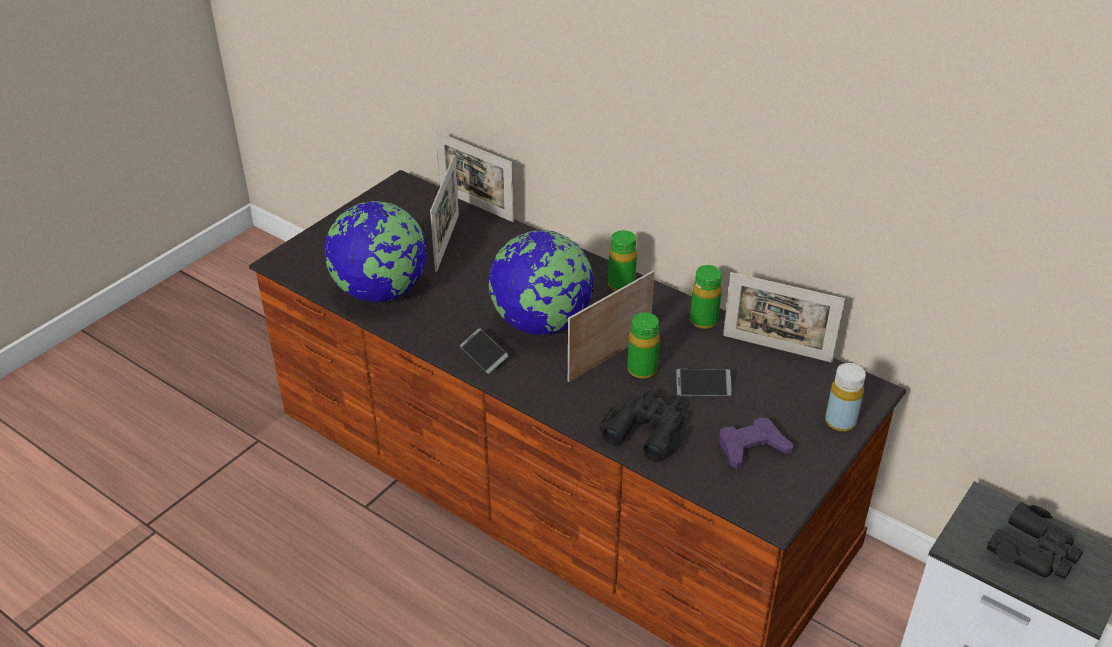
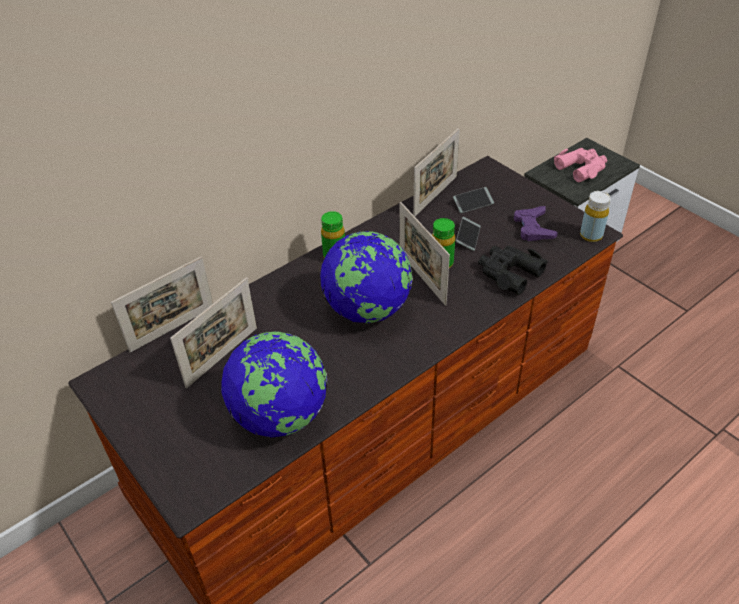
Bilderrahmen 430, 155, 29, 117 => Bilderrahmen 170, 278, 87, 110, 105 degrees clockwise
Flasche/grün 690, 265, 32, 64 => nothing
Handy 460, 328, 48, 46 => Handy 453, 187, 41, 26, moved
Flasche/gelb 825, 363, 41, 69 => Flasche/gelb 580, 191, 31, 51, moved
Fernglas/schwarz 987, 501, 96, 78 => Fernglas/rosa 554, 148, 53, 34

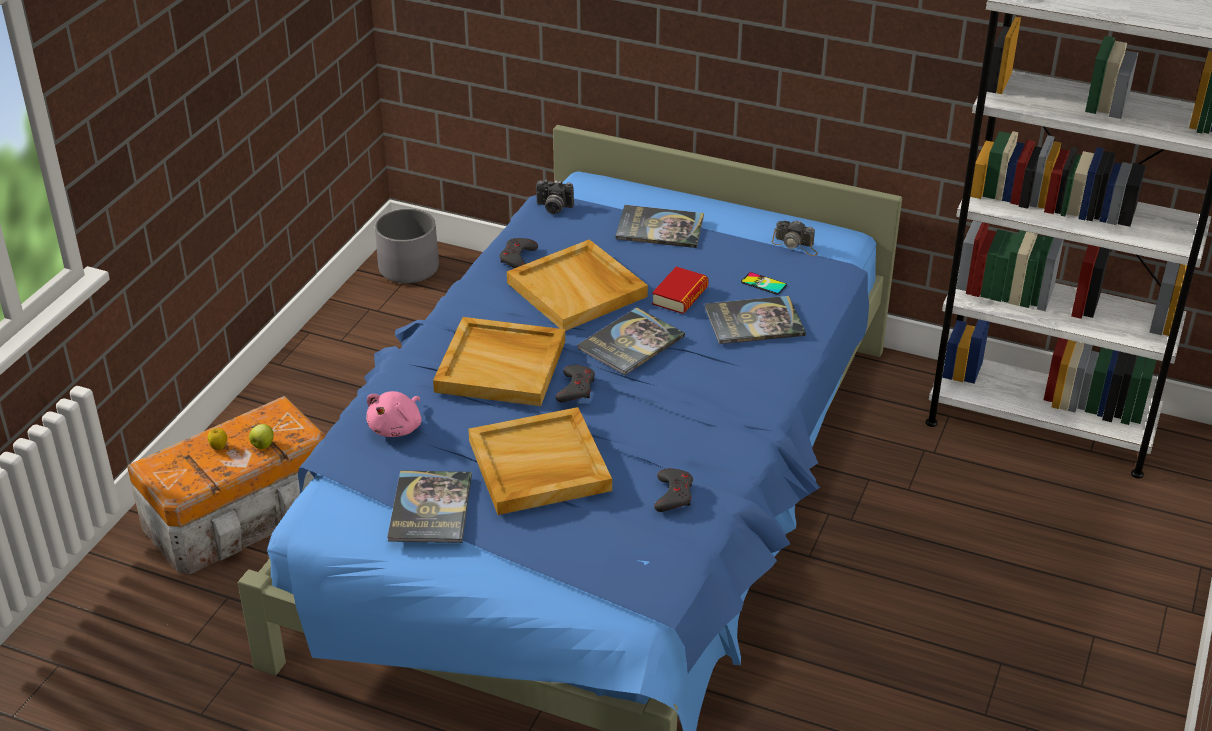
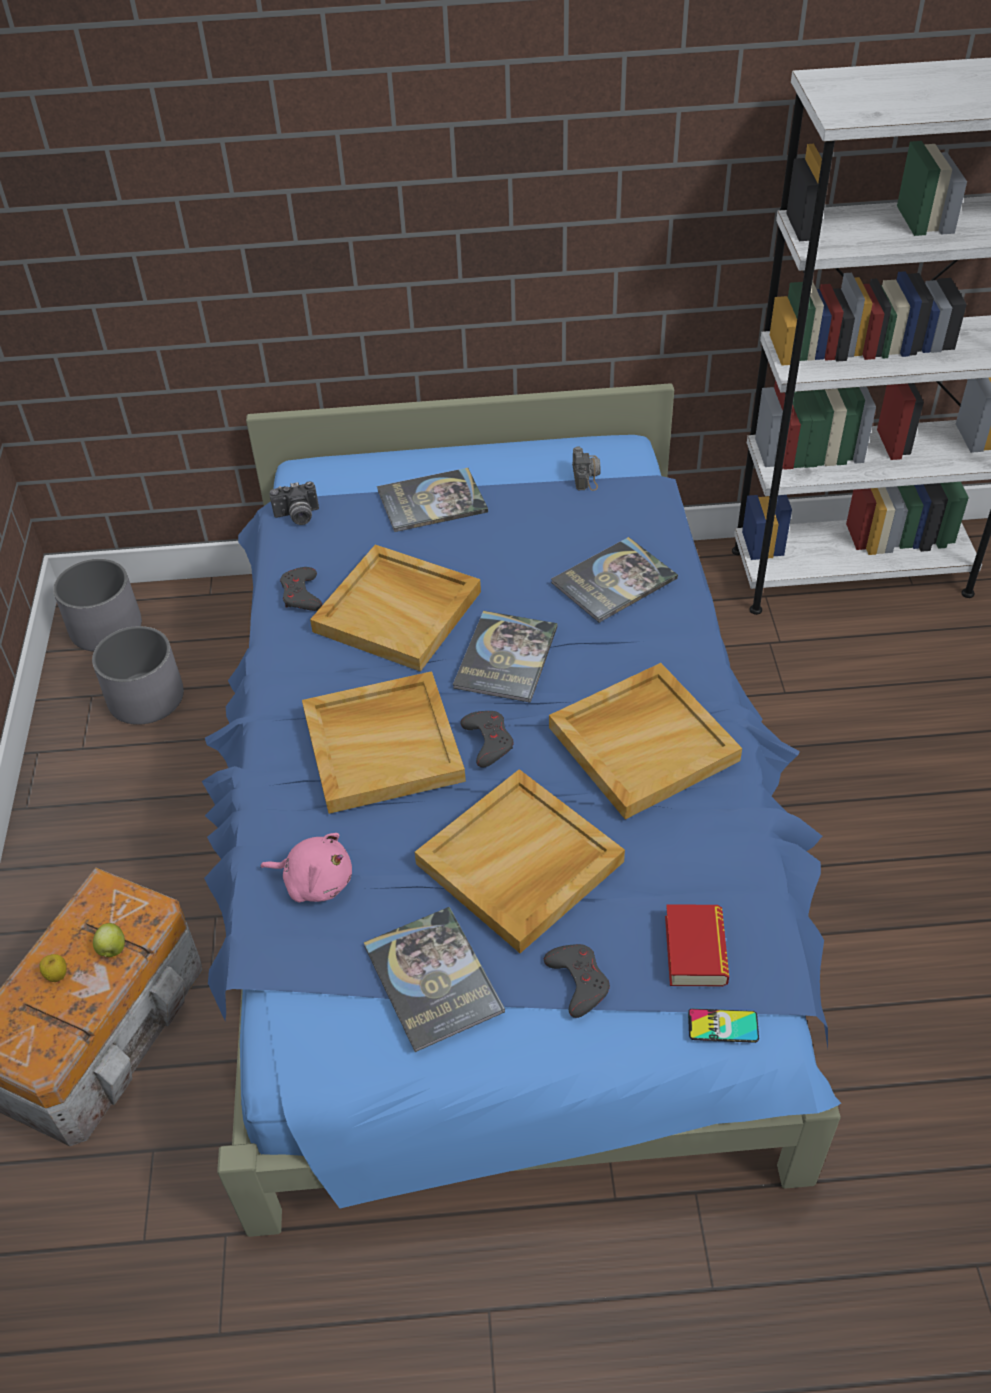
Kamera 771, 221, 47, 35 => Kamera 572, 446, 29, 45, 90 degrees counterclockwise
Buch 652, 267, 57, 47 => Buch 665, 904, 64, 82, moved
Handy 741, 272, 46, 23 => Handy 688, 1009, 71, 34, moved
Plüschtier/rosa 366, 391, 56, 46 => Plüschtier/rosa 261, 833, 91, 70, 75 degrees counterclockwise
Gamepad/grau 654, 468, 39, 44 => Gamepad/grau 544, 944, 66, 74, moved
nothing => Pflanzkübel/grau 92, 626, 92, 99
nothing => Tablett/beige 549, 663, 193, 156

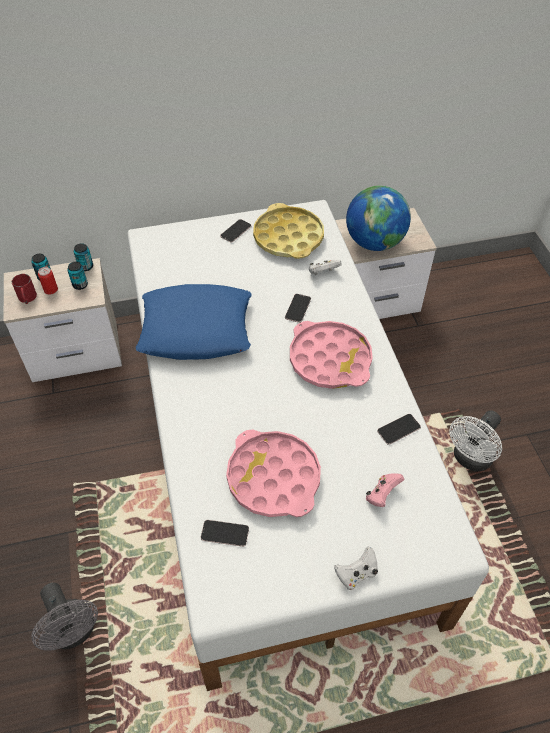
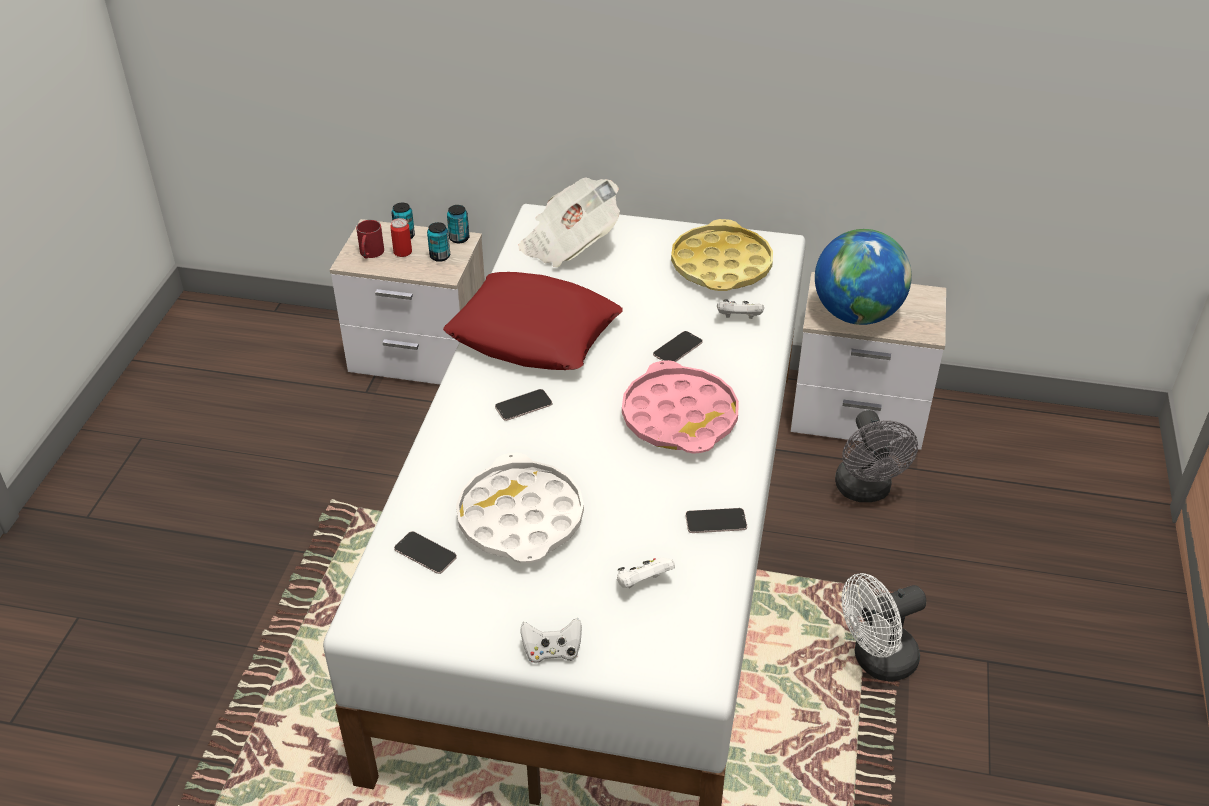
Handy 220, 219, 31, 24 => Handy 495, 389, 57, 32, moved
Kissen/blau 136, 284, 116, 76 => Kissen/rot 443, 272, 180, 98
Tablett/rosa 226, 430, 95, 87 => Tablett/weiß 456, 453, 128, 110
Gamepad/rosa 366, 473, 38, 34 => Gamepad/weiß 617, 558, 58, 30
Ventilator/grau 32, 583, 66, 68 => Ventilator/grau 835, 410, 83, 92, moved
nothing => Zeitung 519, 177, 101, 90

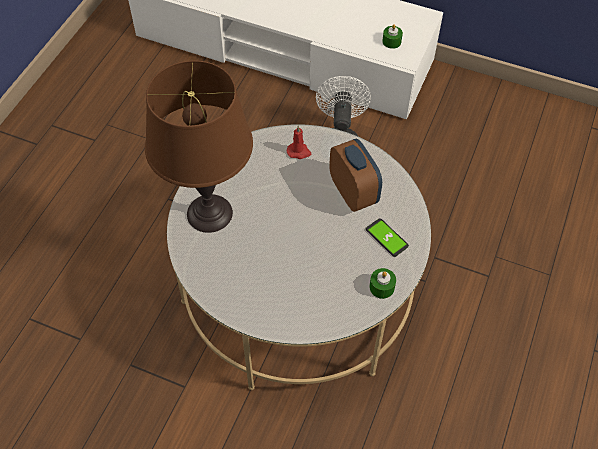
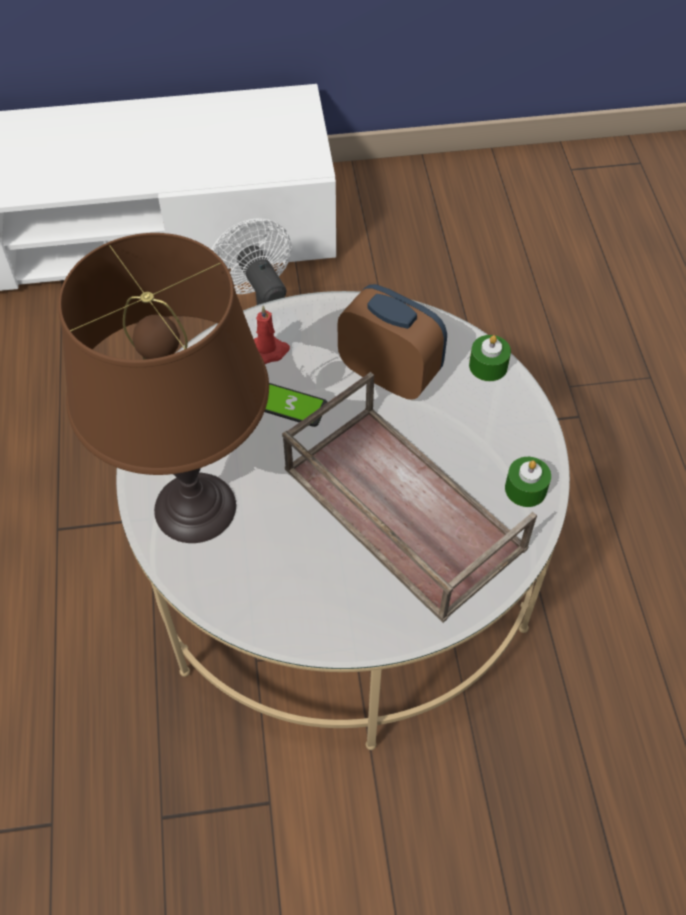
Kerze/grün 382, 24, 21, 25 => Kerze/grün 469, 335, 42, 46, moved
Handy 366, 219, 43, 38 => Handy 264, 383, 64, 44, moved
nothing => Tablett/braun 282, 372, 255, 251

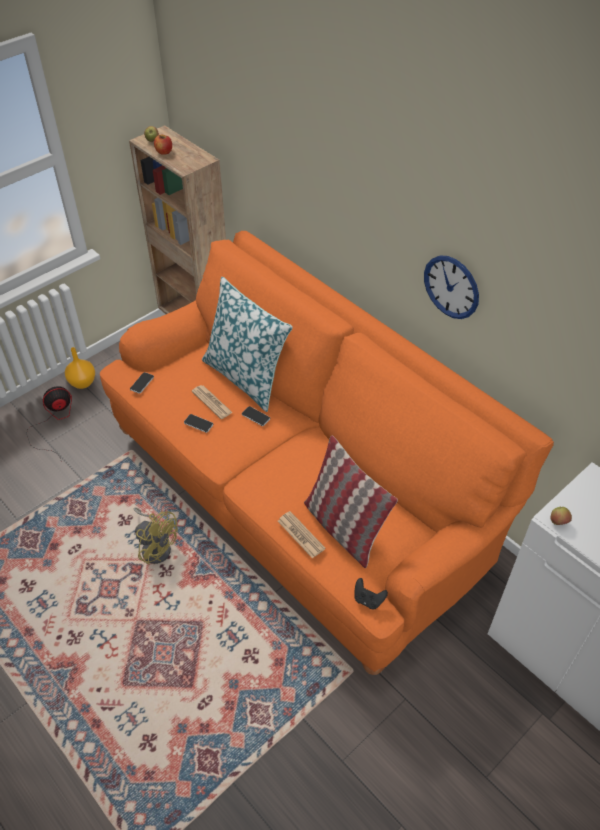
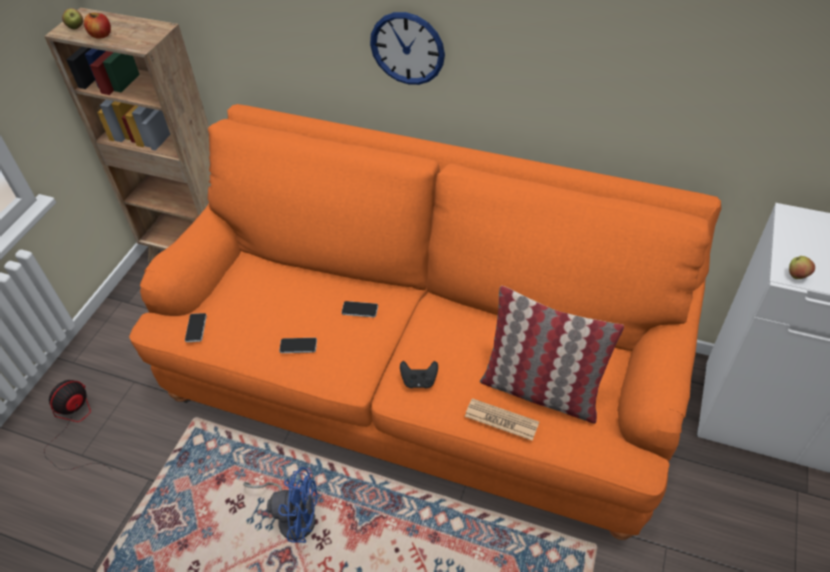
Wanduhr 424, 256, 55, 63 => Wanduhr 370, 12, 75, 73, moved
Kissen 202, 277, 91, 135 => nothing
Vase/orange 65, 347, 30, 42 => nothing
Zeitung 192, 385, 41, 34 => nothing
Ventilator/gelb 134, 507, 44, 57 => Ventilator/blau 243, 467, 75, 76
Gamepad/schwarz 354, 578, 34, 32 => Gamepad/schwarz 400, 361, 38, 27, moved

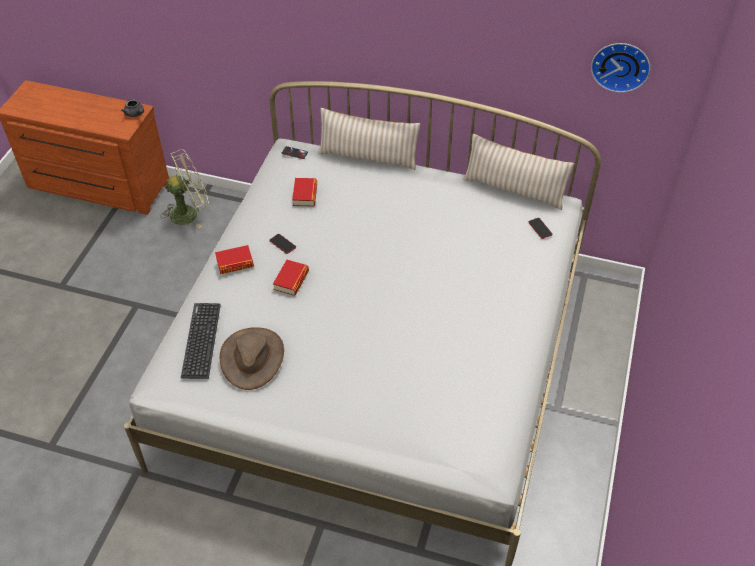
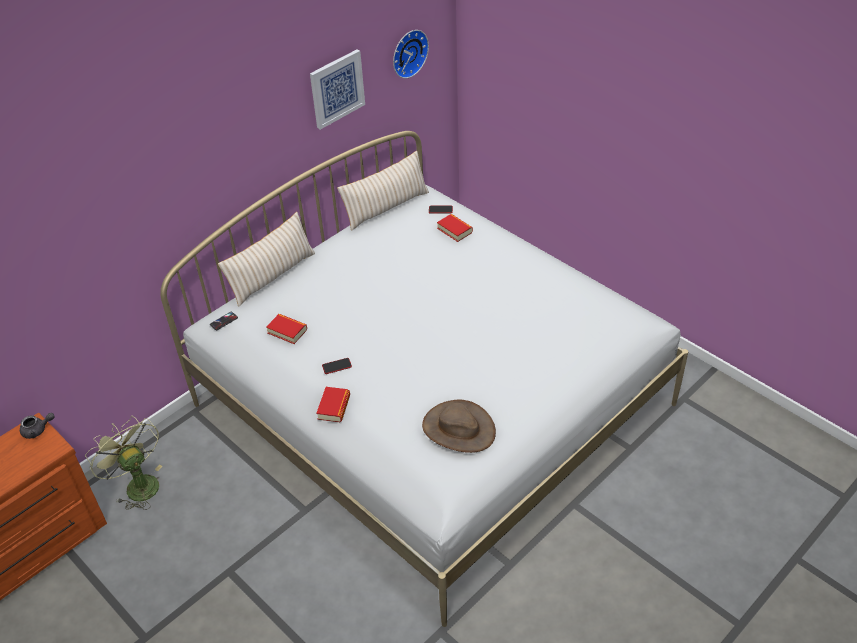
Ventilator/grün 160, 149, 49, 79 => Ventilator/grün 85, 416, 77, 94, 45 degrees counterclockwise
Buch 273, 260, 36, 36 => Buch 437, 214, 36, 28, moved
Tastatur 181, 303, 40, 76 => nothing
nothing => Bild 310, 49, 55, 81

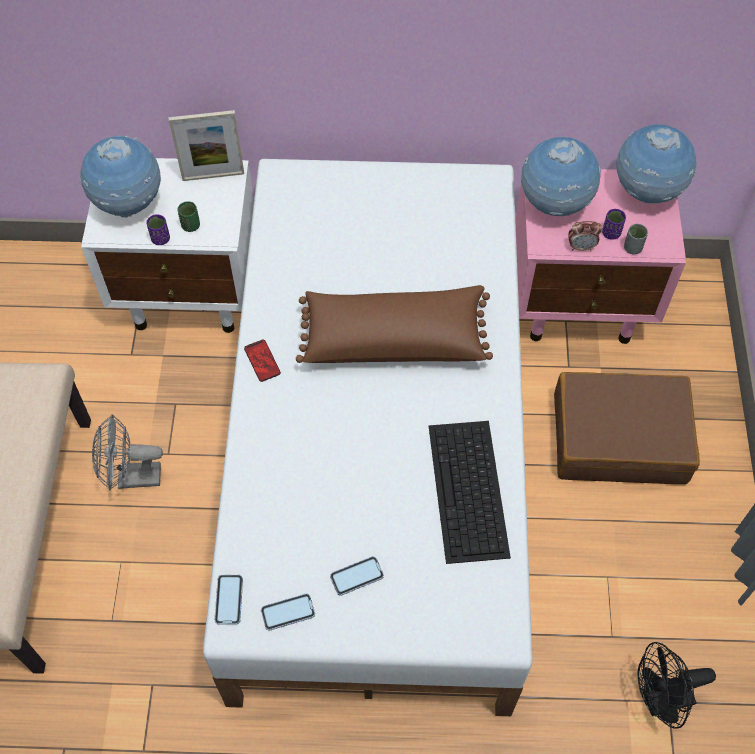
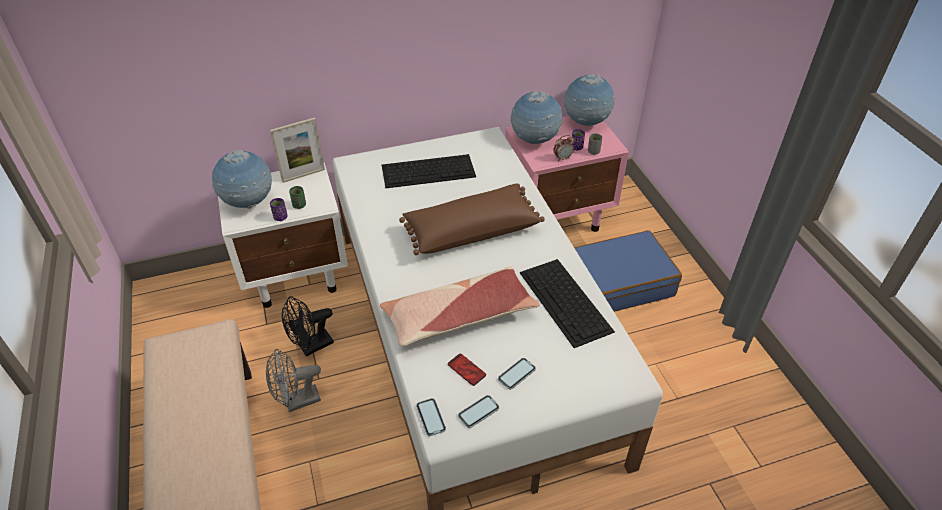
Handy 244, 340, 37, 42 => Handy 448, 354, 38, 32, moved
Koffer/braun 554, 372, 146, 112 => Koffer/blau 574, 230, 108, 82
Ventilator/schwarz 637, 642, 79, 87 => Ventilator/schwarz 282, 296, 52, 61, moved
nothing => Tastatur 382, 154, 94, 34
nothing => Kissen 380, 266, 160, 80

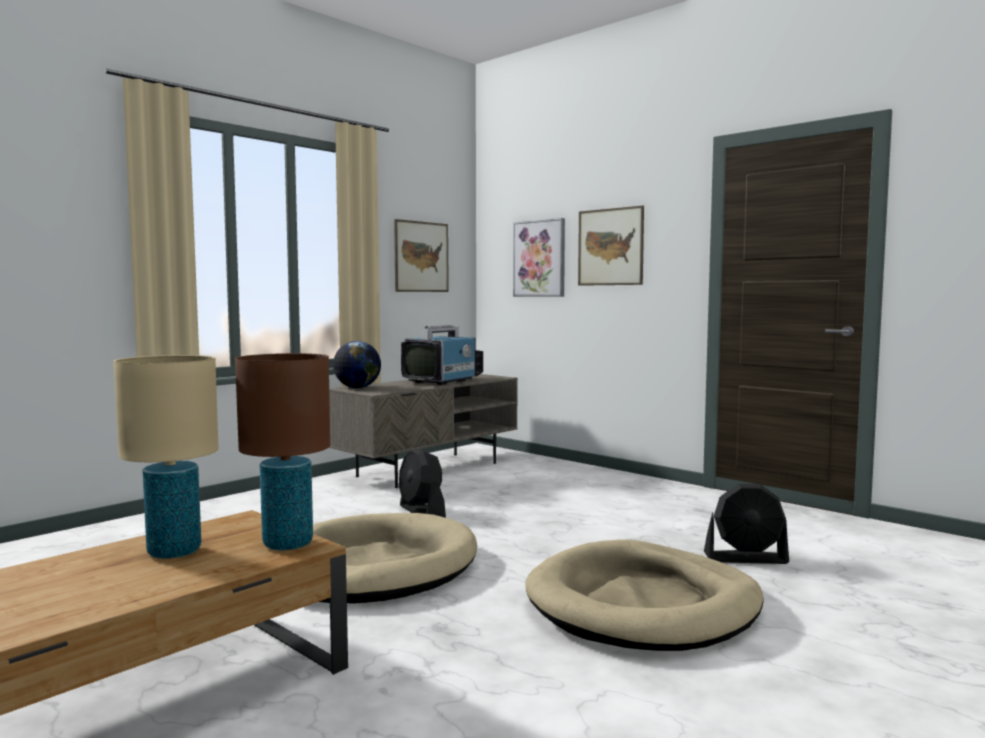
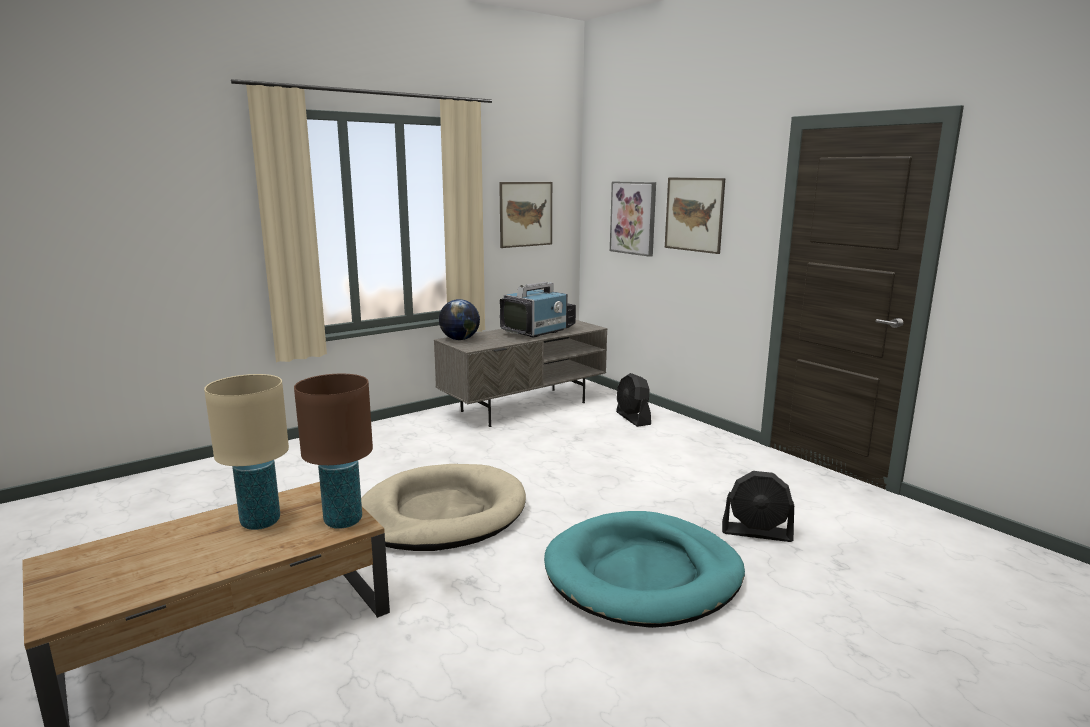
Ventilator/schwarz 399, 449, 47, 68 => Ventilator/schwarz 616, 373, 35, 54, moved
Hundebett/beige 525, 539, 239, 112 => Hundebett/türkis 544, 511, 201, 117

